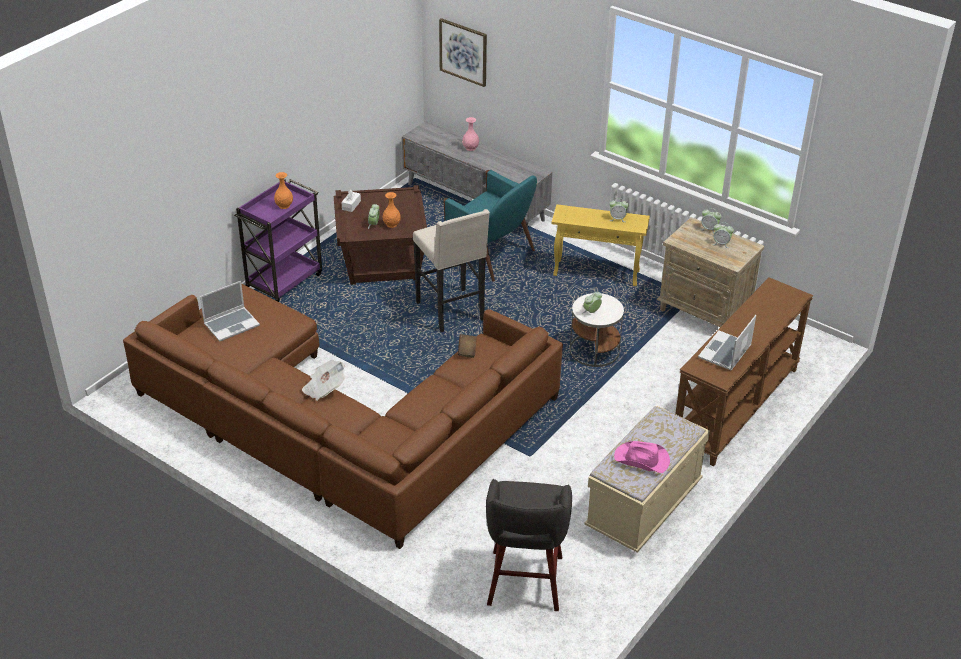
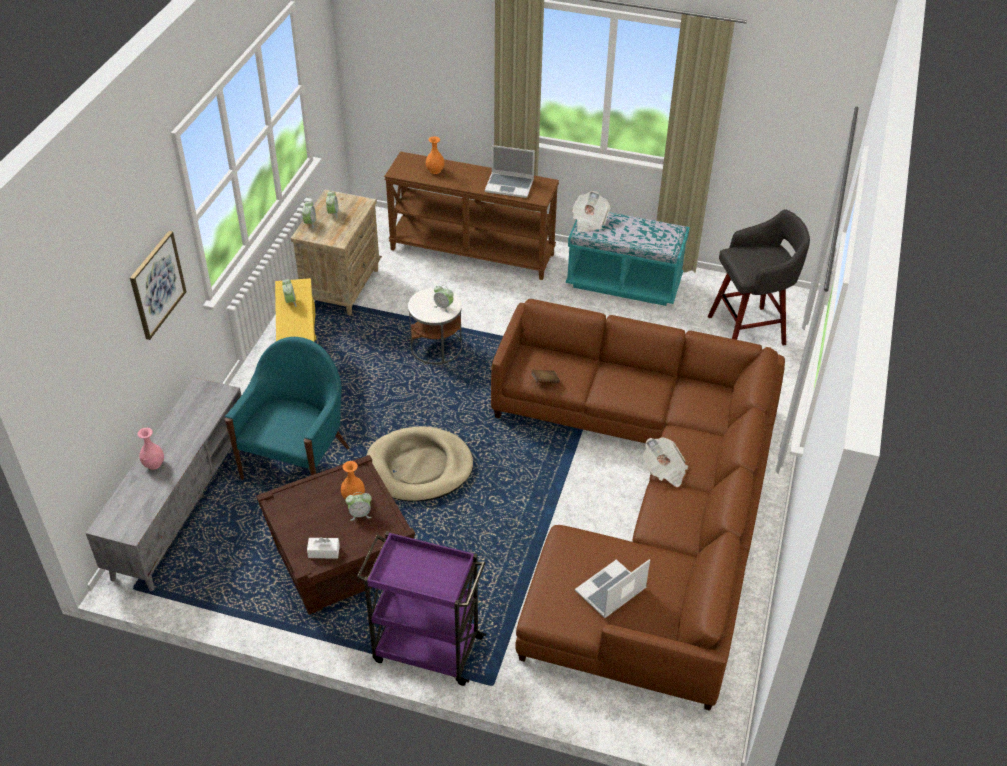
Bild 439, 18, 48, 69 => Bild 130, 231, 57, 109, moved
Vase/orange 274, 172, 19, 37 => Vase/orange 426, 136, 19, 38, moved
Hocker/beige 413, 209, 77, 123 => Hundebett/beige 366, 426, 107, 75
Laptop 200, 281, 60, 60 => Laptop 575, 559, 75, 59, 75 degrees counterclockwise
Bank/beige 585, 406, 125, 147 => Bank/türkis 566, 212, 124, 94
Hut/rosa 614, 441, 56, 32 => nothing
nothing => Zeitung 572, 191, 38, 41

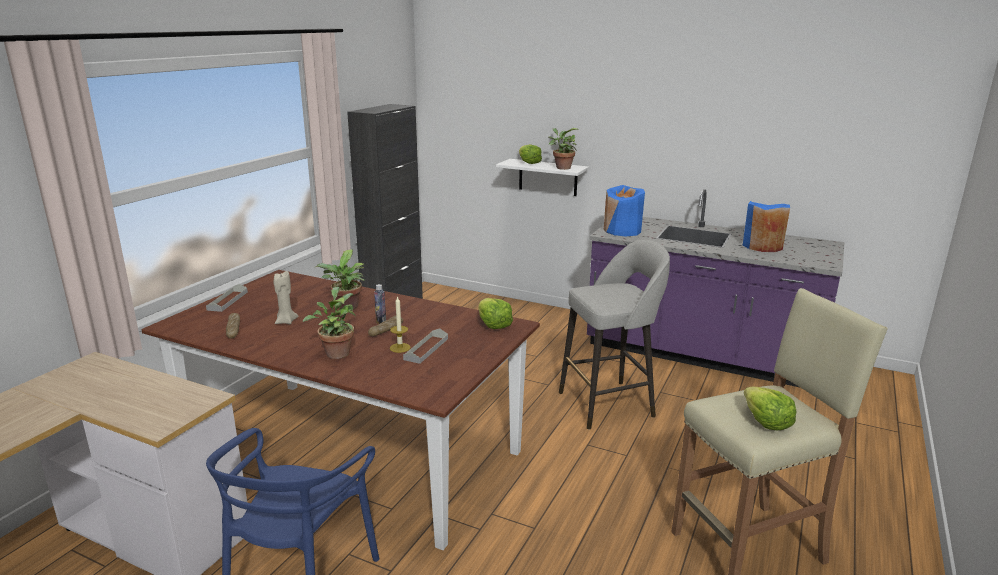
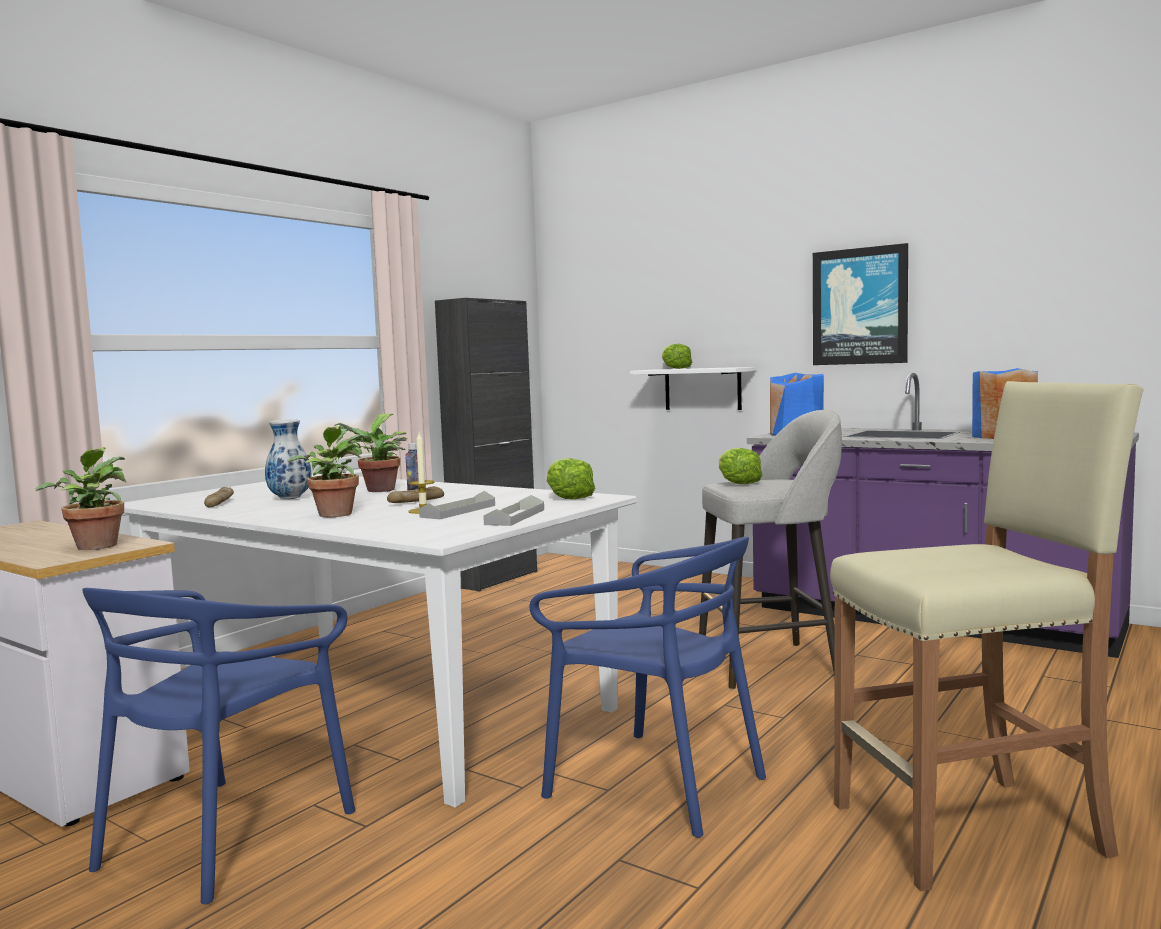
Topfpflanze 548, 128, 31, 42 => Topfpflanze 35, 447, 92, 103, moved
Esstisch/braun 142, 270, 398, 280 => Esstisch/weiß 124, 474, 513, 333
Kerze/beige 273, 271, 26, 53 => Vase 265, 419, 47, 80
Tablett/grau 206, 284, 42, 28 => Tablett/grau 483, 495, 61, 31, moved
Salatkopf 744, 387, 53, 44 => Salatkopf 719, 448, 44, 36, moved
nothing => Bild 813, 243, 95, 122
nothing => Stuhl/blau 530, 536, 236, 302

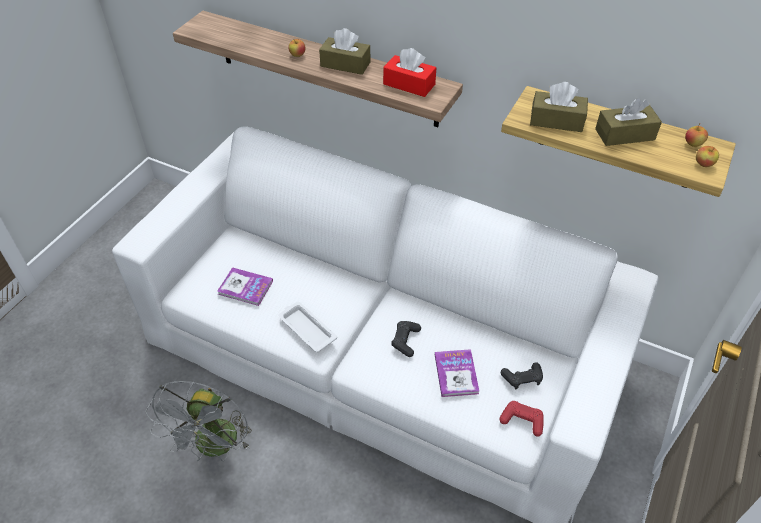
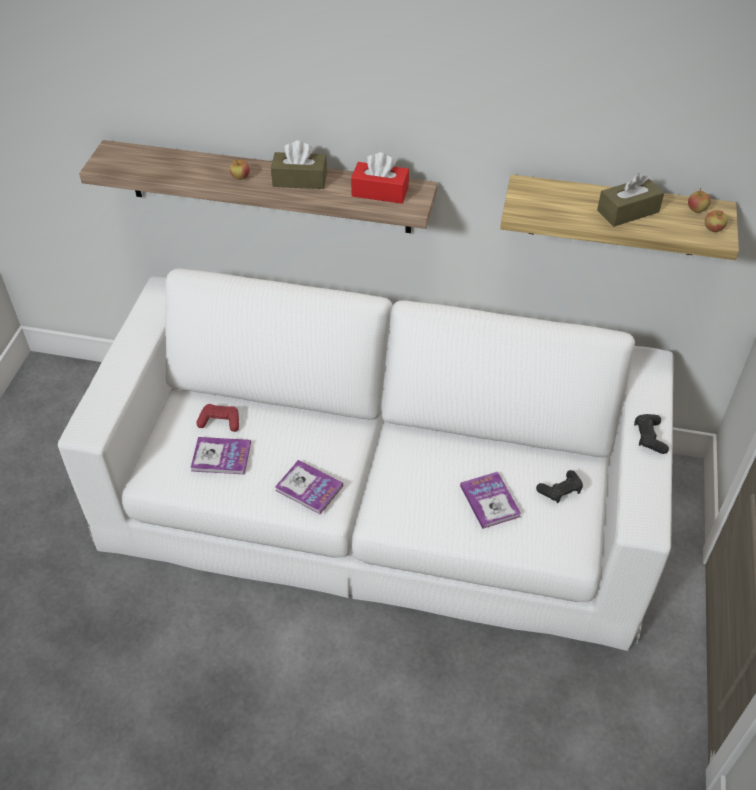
Taschentuchbox/braun 530, 82, 58, 50 => nothing
Tablett/weiß 278, 302, 59, 50 => Buch 275, 460, 68, 54
Gamepad/schwarz 391, 321, 30, 36 => Gamepad/schwarz 634, 414, 35, 40, moved
Ventilator/grau 145, 381, 107, 80 => nothing
Gamepad/rot 499, 401, 45, 36 => Gamepad/rot 196, 404, 43, 28, moved

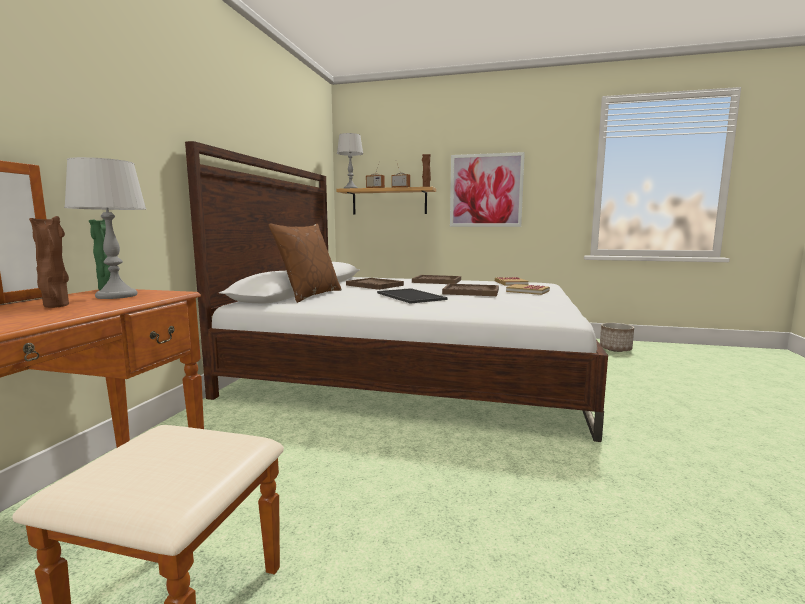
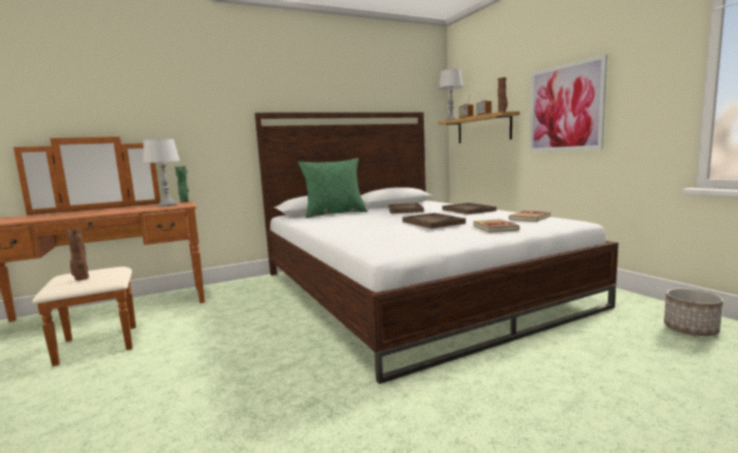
Vase/braun 29, 216, 40, 92 => Vase/braun 66, 229, 23, 51, moved
Kissen/braun 268, 223, 74, 80 => Kissen/grün 298, 158, 70, 60
Tablett 377, 288, 71, 16 => nothing

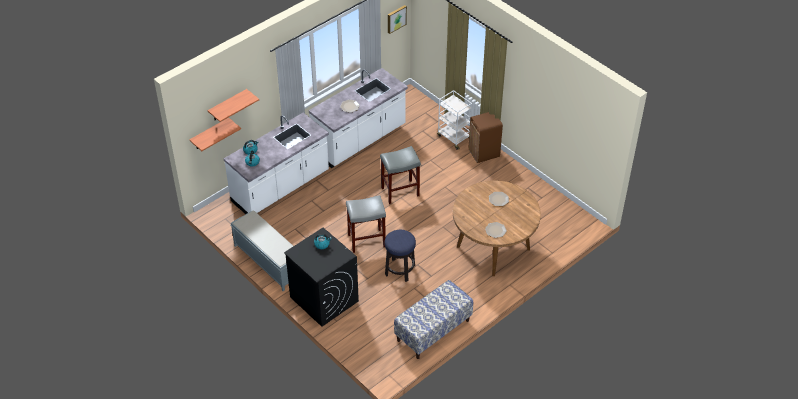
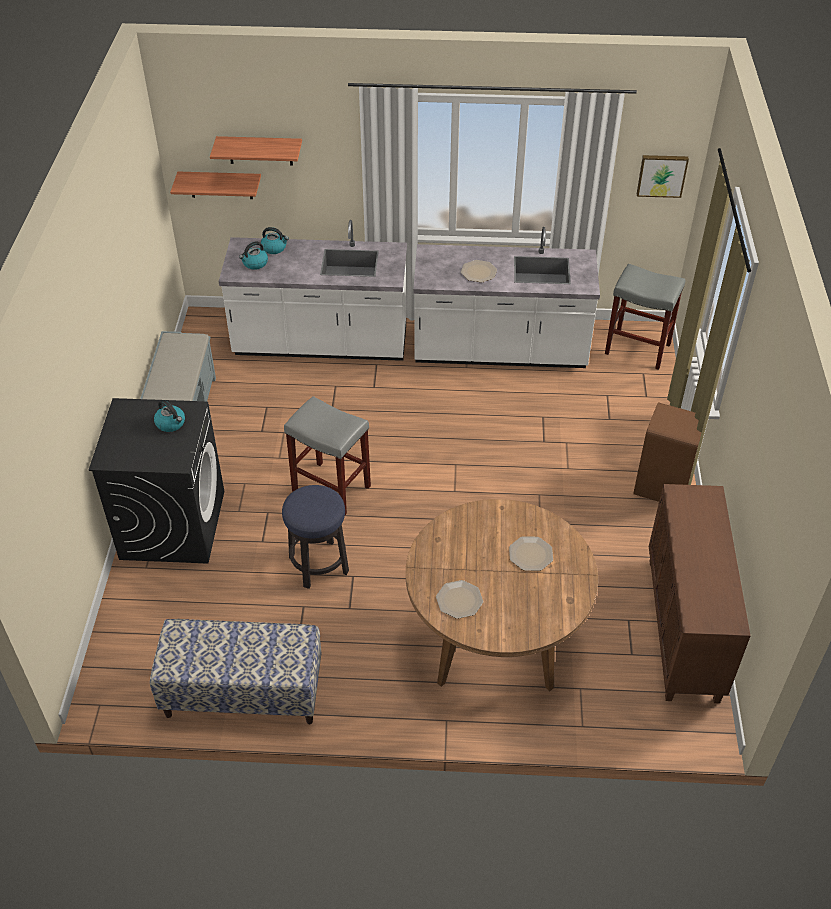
Rollwagen/weiß 437, 90, 35, 60 => nothing
Hocker/grau 380, 146, 41, 58 => Hocker/grau 605, 264, 80, 106, moved
nothing => Schrank/braun 649, 484, 102, 219

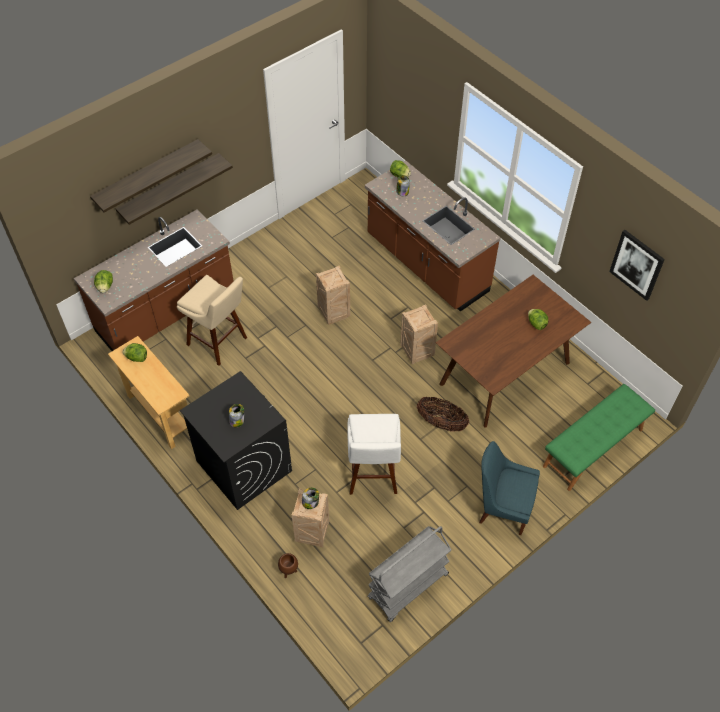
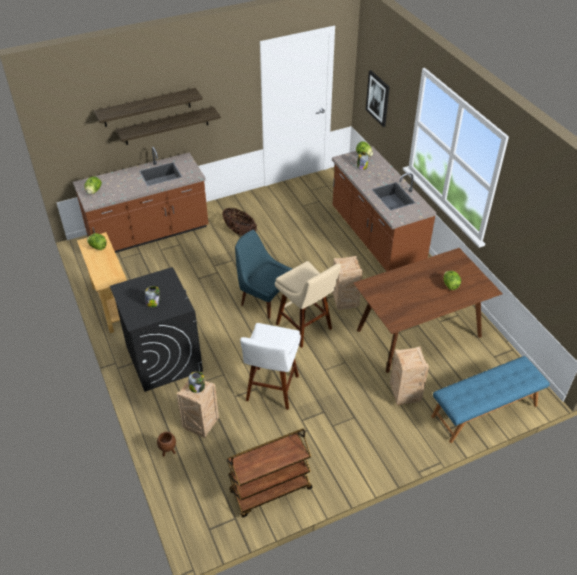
Bild 609, 230, 56, 71 => Bild 366, 70, 24, 57, moved
Kiste 316, 266, 34, 59 => Kiste 390, 346, 39, 59, moved
Hocker/beige 177, 275, 70, 91 => Hocker/beige 275, 261, 66, 87, moved
Bank/grün 543, 384, 112, 107 => Bank/blau 431, 356, 119, 87
Korb 417, 397, 52, 34 => Korb 222, 208, 35, 28, moved
Stuhl/blau 479, 441, 61, 94 => Stuhl/blau 235, 230, 57, 89, moved
Rollwagen/grau 368, 526, 84, 96 => Rollwagen/braun 227, 429, 86, 88

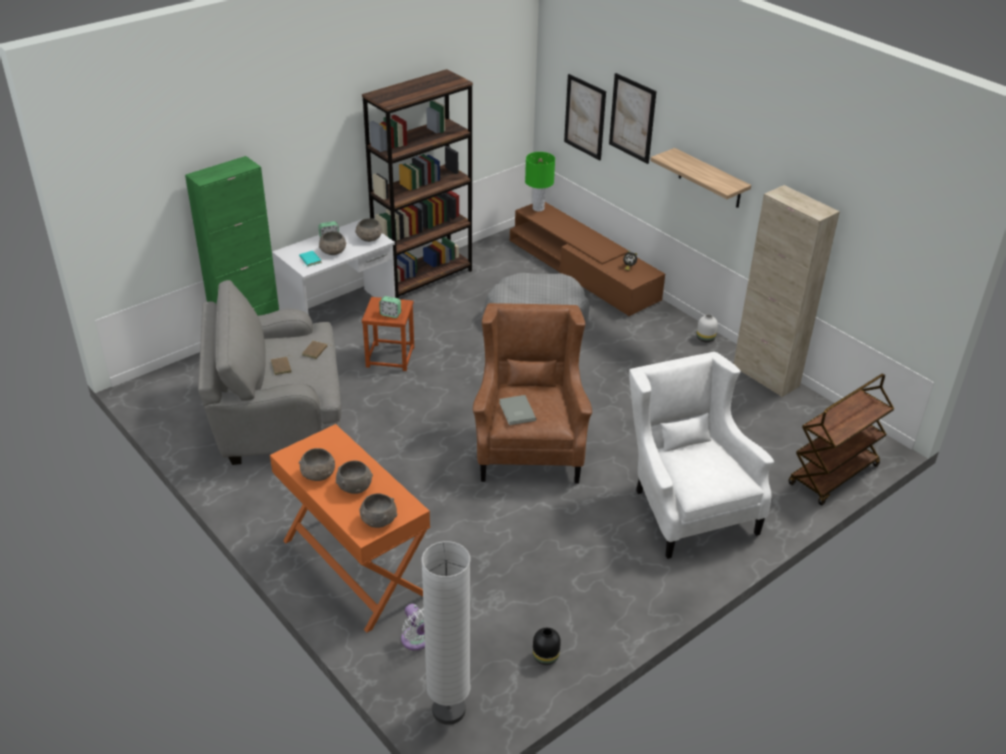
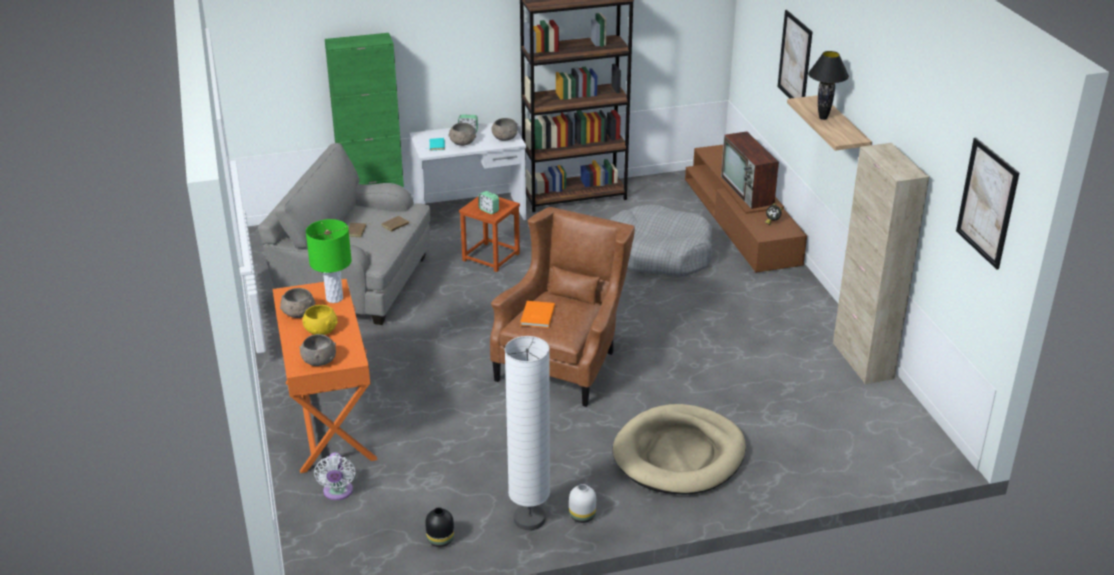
Bild 564, 74, 42, 86 => Bild 956, 138, 63, 131, moved
Tischlampe/grün 525, 152, 30, 60 => Tischlampe/grün 306, 219, 46, 84, moved
Vase/weiß 697, 314, 21, 28 => Vase/weiß 569, 484, 27, 39, moved
Sessel/weiß 629, 352, 145, 207 => Hundebett/beige 612, 404, 134, 91
Rollwagen/braun 789, 374, 105, 132 => nothing
Buch/grau 499, 395, 37, 30 => Buch/orange 520, 301, 35, 27
Schüssel/grau 336, 461, 37, 33 => Schüssel/gelb 303, 305, 35, 30
Stehlampe/weiß 421, 541, 49, 184 => Stehlampe/weiß 505, 336, 45, 194, moved
nothing => Tischlampe/schwarz 808, 51, 41, 69
nothing => Fernseher 721, 131, 58, 78

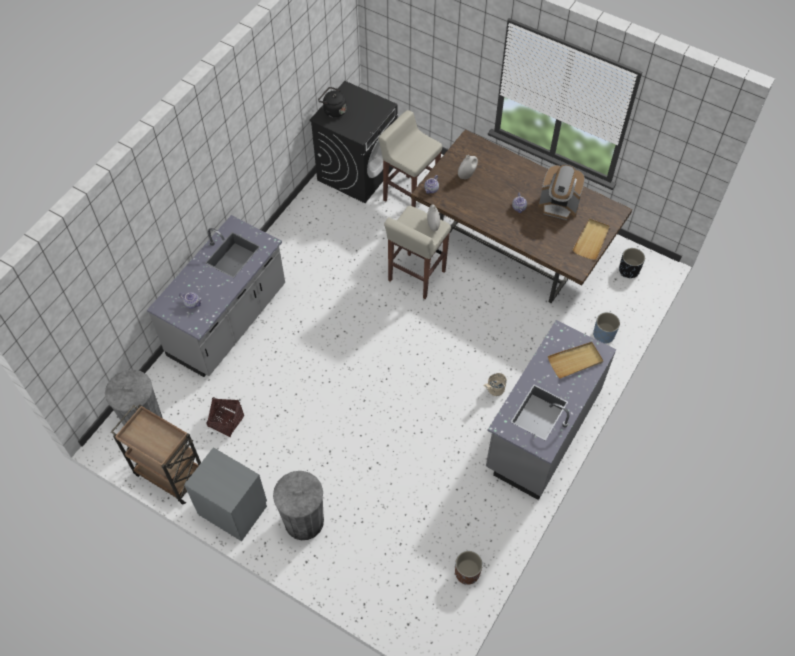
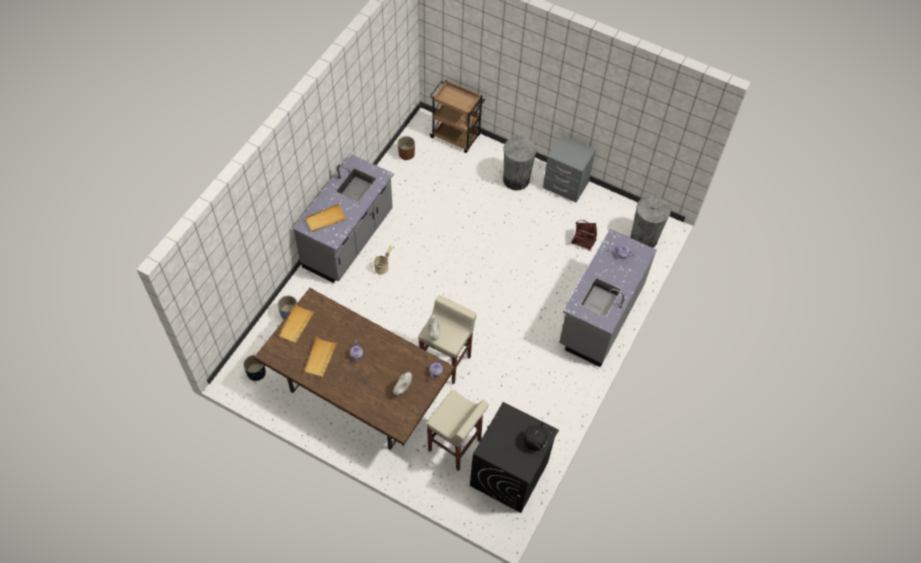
Kaffeemaschine 538, 165, 47, 55 => Tablett/beige 304, 337, 33, 40
Rollwagen/braun 111, 404, 90, 101 => Rollwagen/braun 429, 80, 56, 73, moved

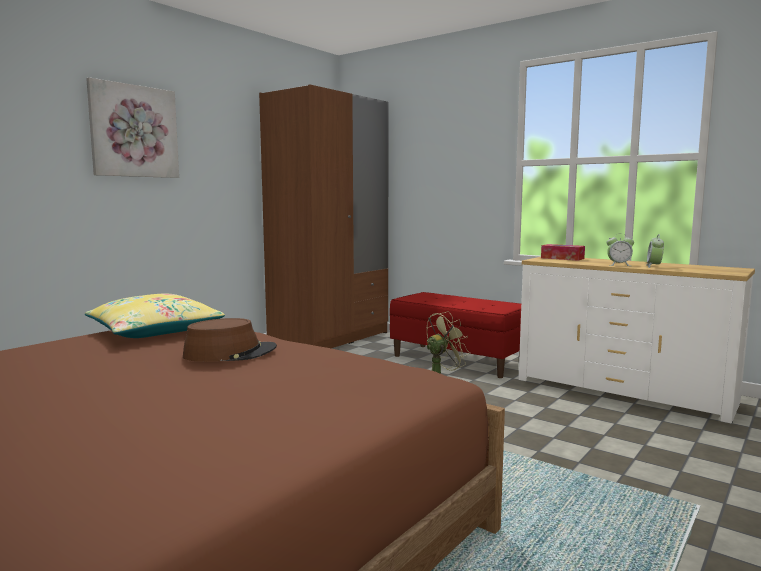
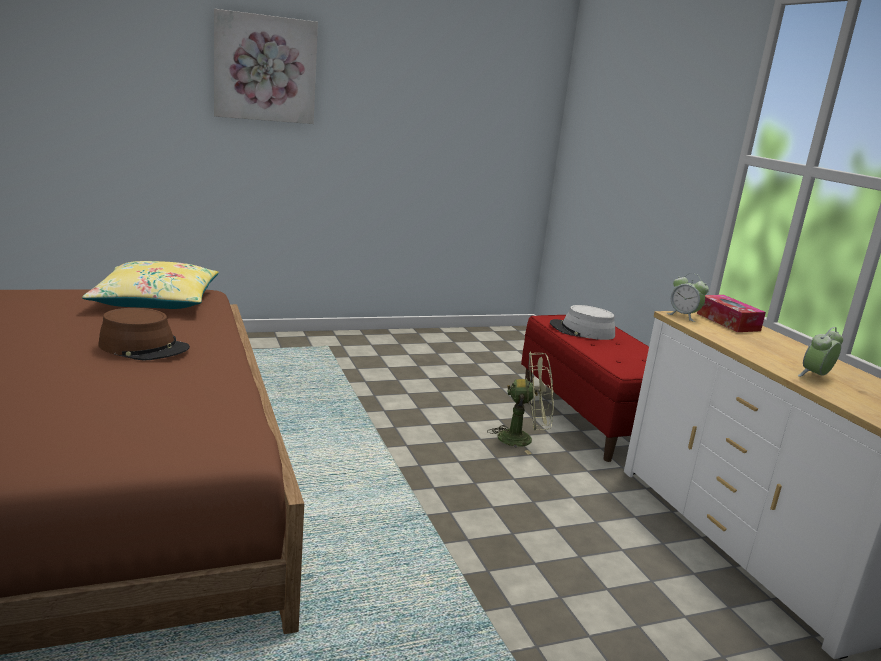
Kleiderschrank/braun 259, 84, 130, 264 => nothing
Wecker 607, 233, 27, 33 => Wecker 667, 273, 42, 49, moved
nothing => Hut/grau 550, 305, 65, 35

